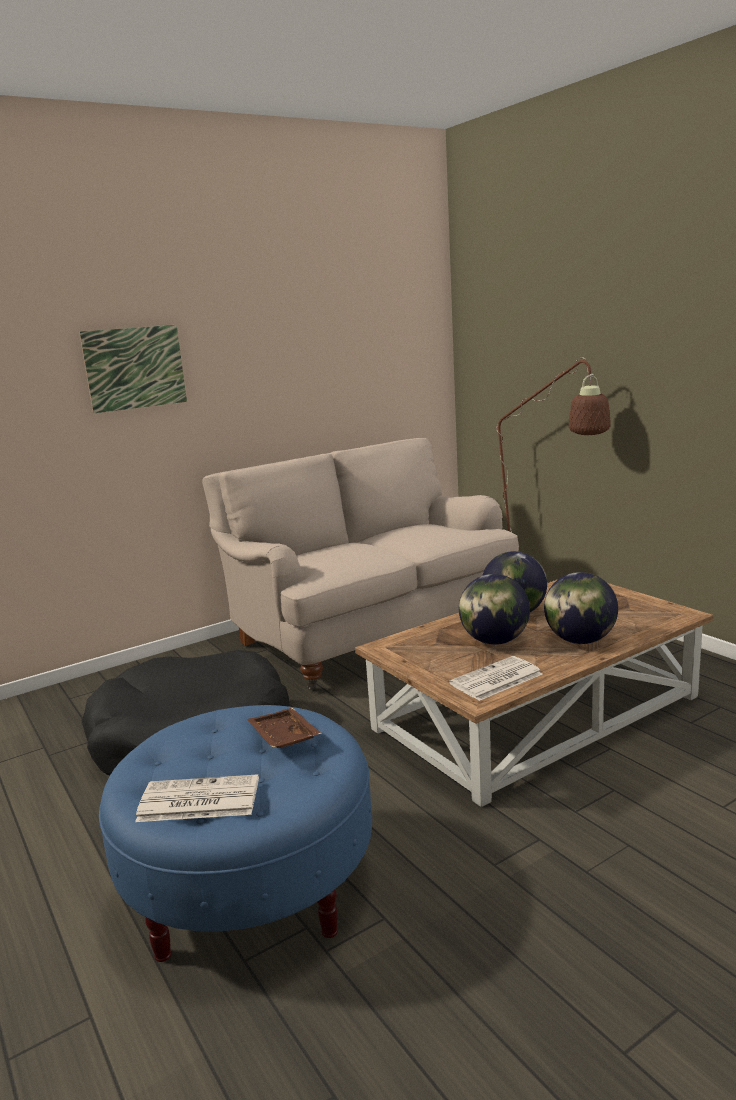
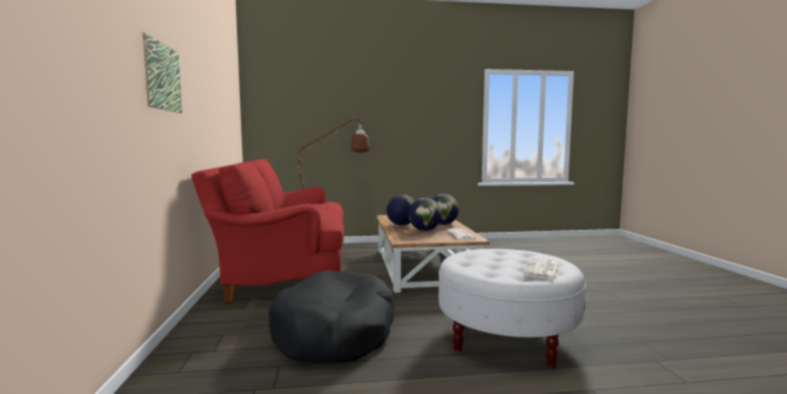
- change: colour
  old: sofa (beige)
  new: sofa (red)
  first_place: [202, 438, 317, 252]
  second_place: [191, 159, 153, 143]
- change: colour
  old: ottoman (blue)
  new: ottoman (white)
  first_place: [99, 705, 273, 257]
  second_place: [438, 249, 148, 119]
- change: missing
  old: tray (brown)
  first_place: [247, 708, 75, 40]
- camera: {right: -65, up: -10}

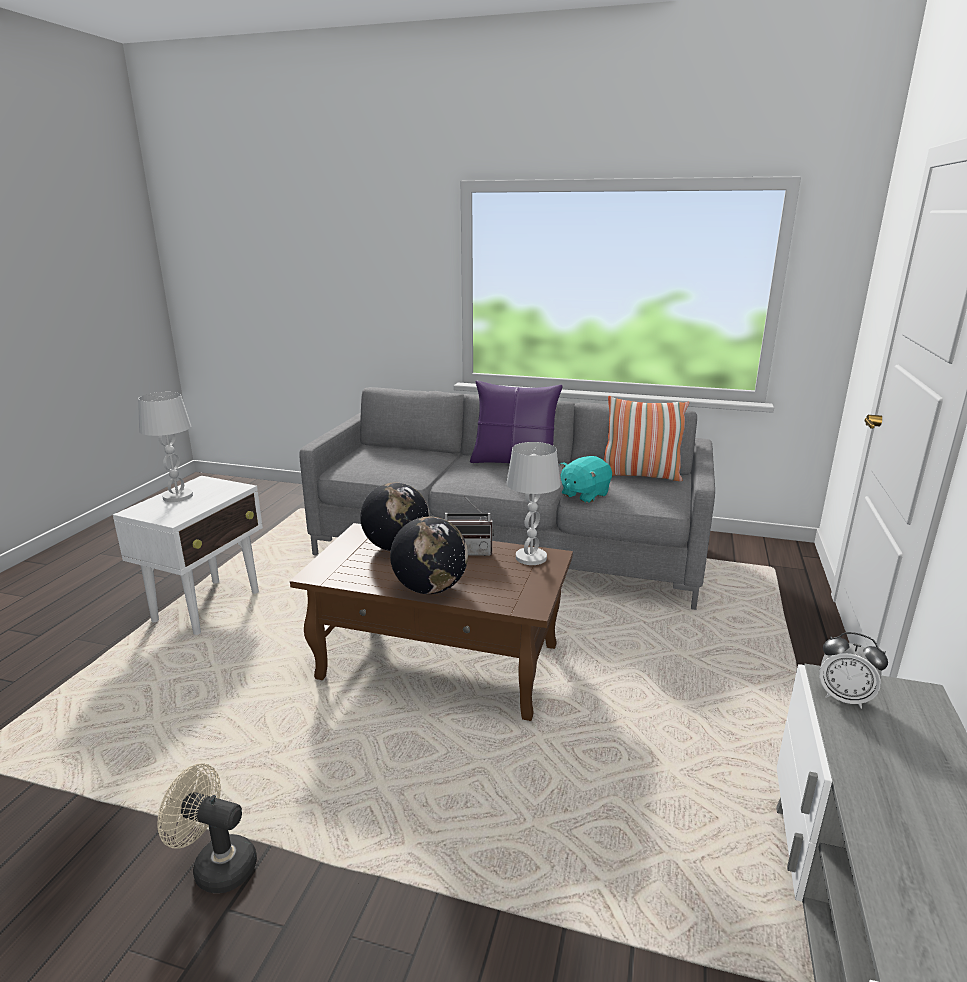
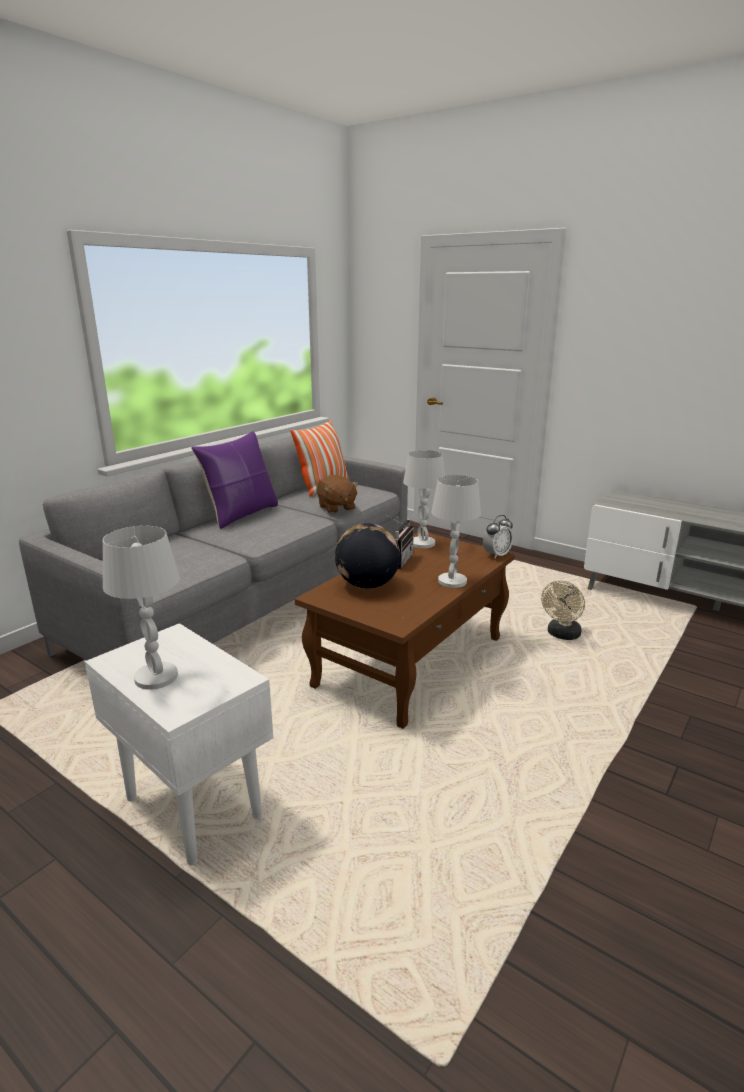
- change: colour
  old: plush toy (turquoise)
  new: plush toy (brown)
  first_place: [560, 456, 52, 47]
  second_place: [317, 475, 41, 38]
- change: exchanged
  old: globe
  new: table lamp (white)
  first_place: [390, 517, 78, 77]
  second_place: [431, 475, 50, 113]
- change: relocated
  old: alarm clock
  first_place: [819, 632, 69, 77]
  second_place: [483, 515, 30, 44]
- change: relocated
  old: fan (beige)
  first_place: [157, 764, 100, 129]
  second_place: [541, 580, 44, 60]
- camera: {right: -70, up: 0}

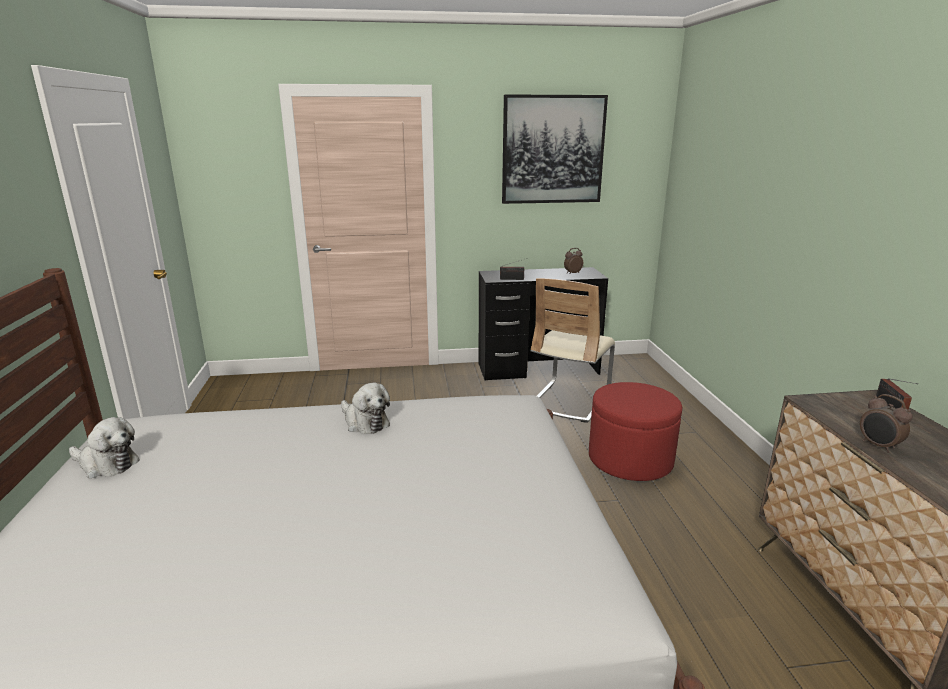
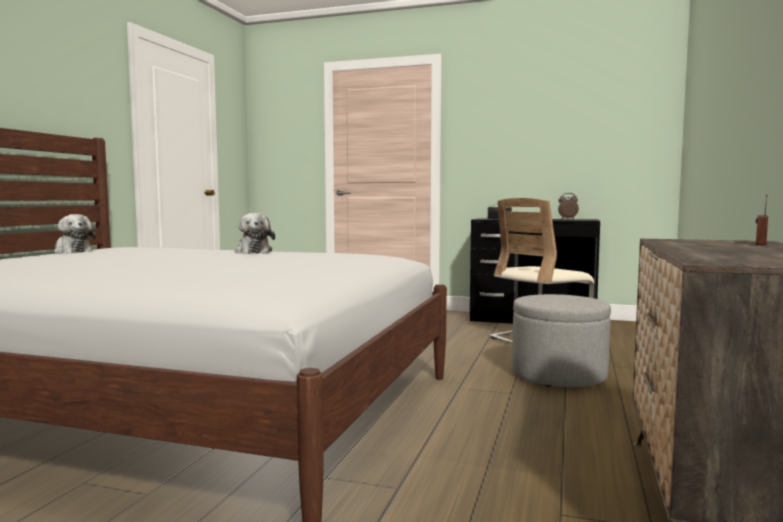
- change: colour
  old: ottoman (red)
  new: ottoman (grey)
  first_place: [589, 382, 93, 99]
  second_place: [512, 294, 99, 93]
- change: missing
  old: picture
  first_place: [502, 95, 106, 109]
- change: missing
  old: alarm clock
  first_place: [860, 394, 53, 59]
- camera: {right: 25, up: -15}

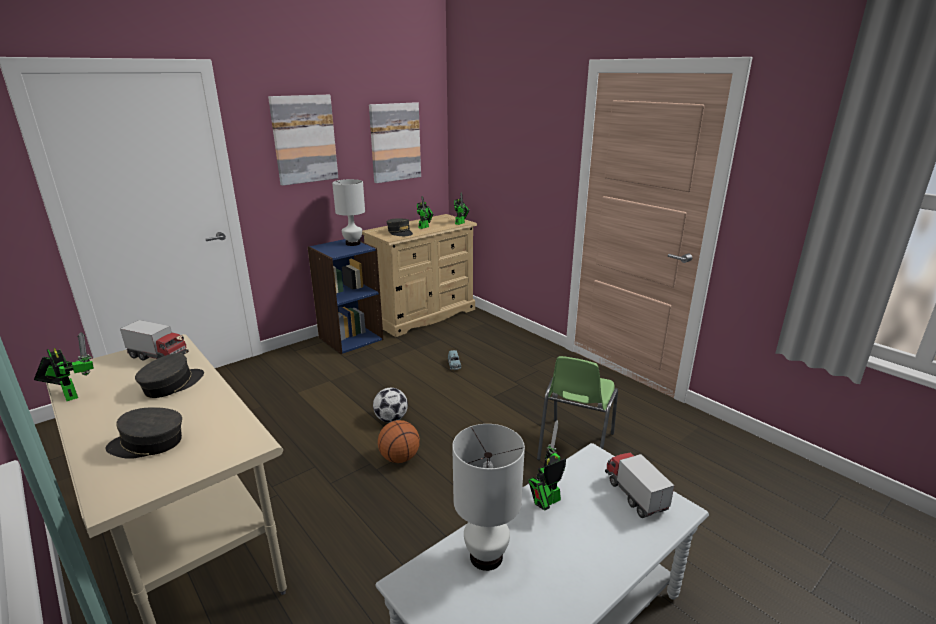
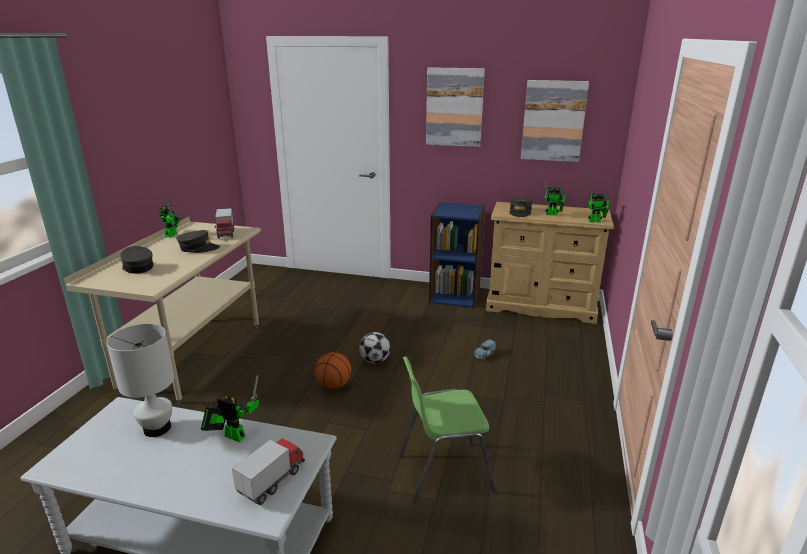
- change: missing
  old: table lamp (white)
  first_place: [332, 179, 33, 67]
- camera: {right: 55, up: 0}

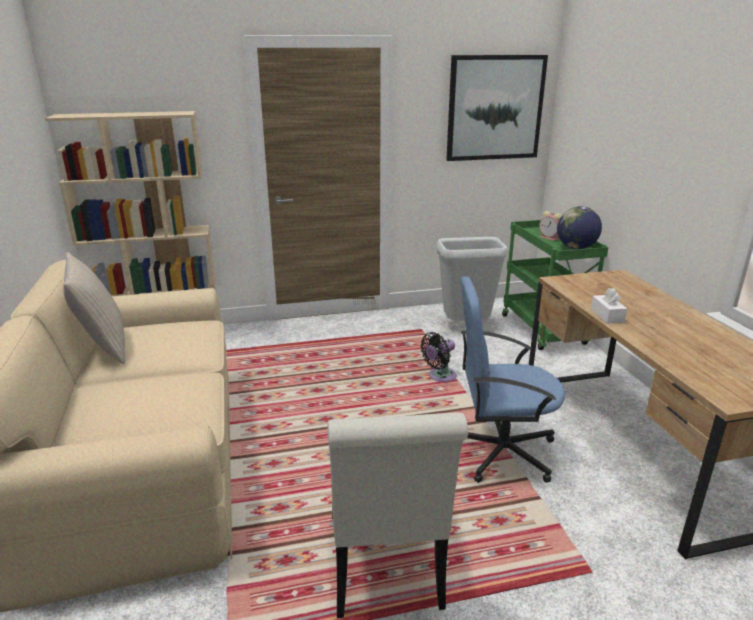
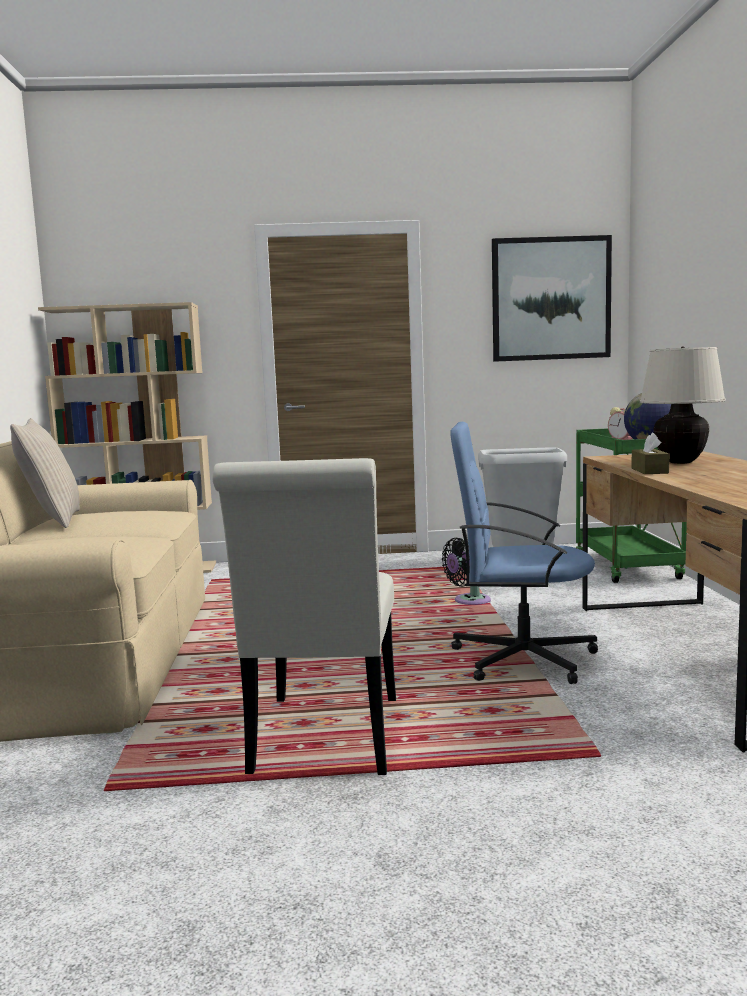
- change: colour
  old: tissue box (white)
  new: tissue box (brown)
  first_place: [591, 288, 36, 36]
  second_place: [631, 433, 38, 41]
- change: appeared
  new: table lamp (beige)
  second_place: [640, 346, 86, 118]
- camera: {right: 10, up: -15}

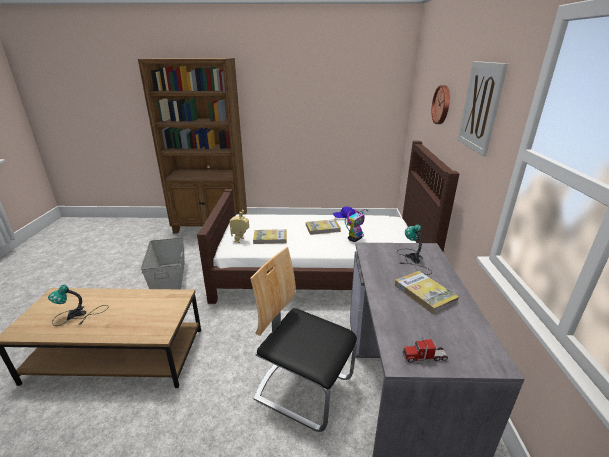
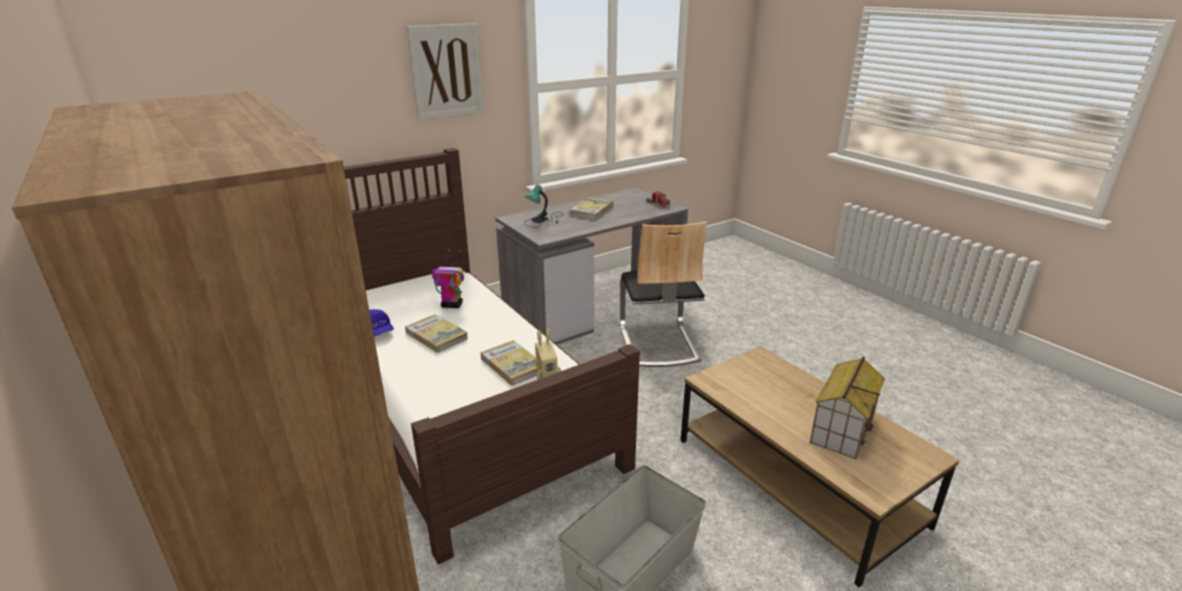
- change: exchanged
  old: table lamp
  new: toy house
  first_place: [48, 285, 61, 41]
  second_place: [810, 357, 75, 102]
- change: missing
  old: wall clock
  first_place: [432, 85, 18, 39]
- camera: {right: -125, up: 0}

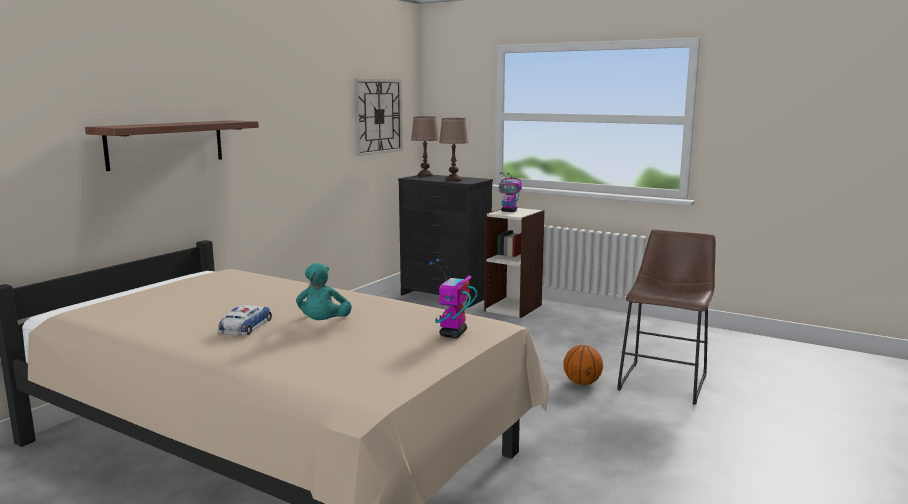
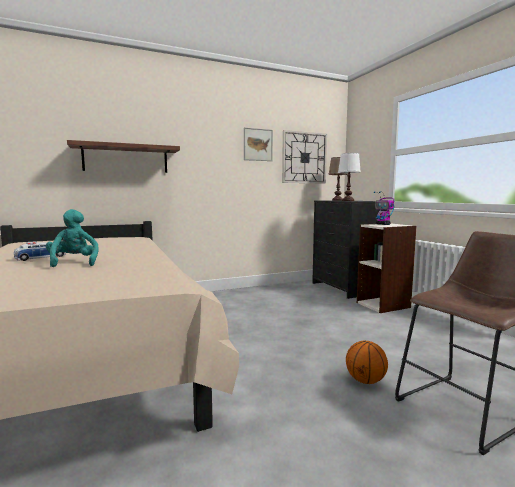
- change: spun
  old: plush toy (turquoise)
  first_place: [296, 263, 56, 57]
  second_place: [46, 209, 53, 58]
  degrees: 120
- change: appeared
  new: picture
  second_place: [244, 128, 29, 33]
- change: colour
  old: table lamp (brown)
  new: table lamp (white)
  first_place: [439, 118, 30, 63]
  second_place: [338, 153, 23, 48]
- change: missing
  old: toy robot
  first_place: [429, 259, 48, 79]
- camera: {right: 35, up: -5}

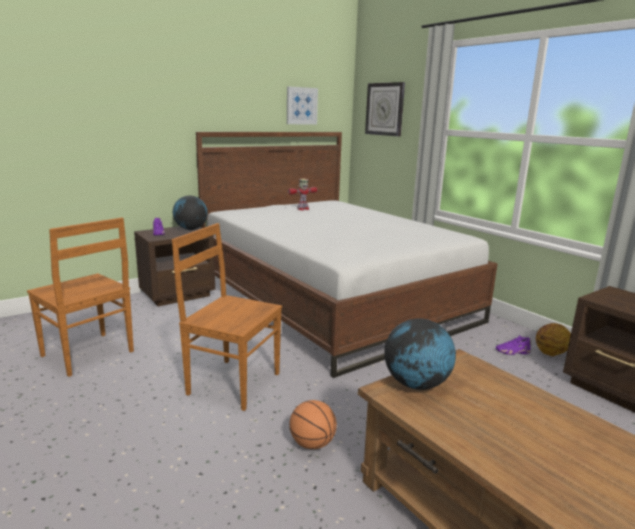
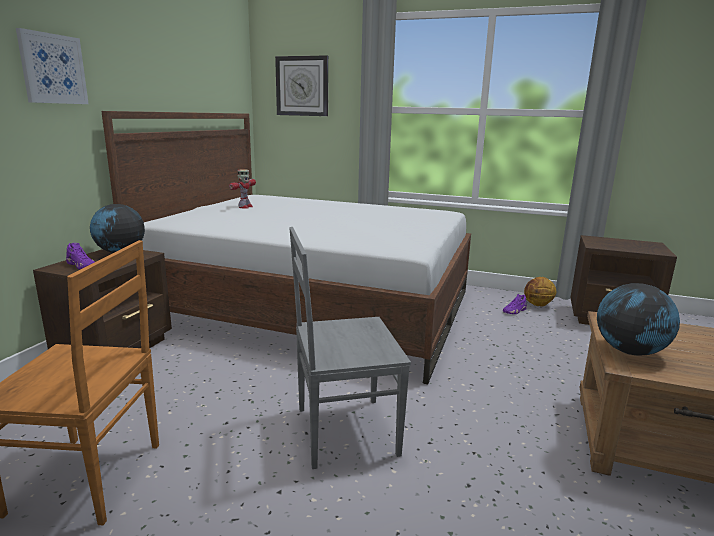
- change: relocated
  old: picture
  first_place: [287, 86, 31, 39]
  second_place: [16, 28, 73, 76]
- change: colour
  old: chair (brown)
  new: chair (grey)
  first_place: [172, 223, 110, 188]
  second_place: [289, 227, 122, 242]
- change: missing
  old: basketball
  first_place: [289, 400, 48, 49]
- camera: {right: -35, up: 0}

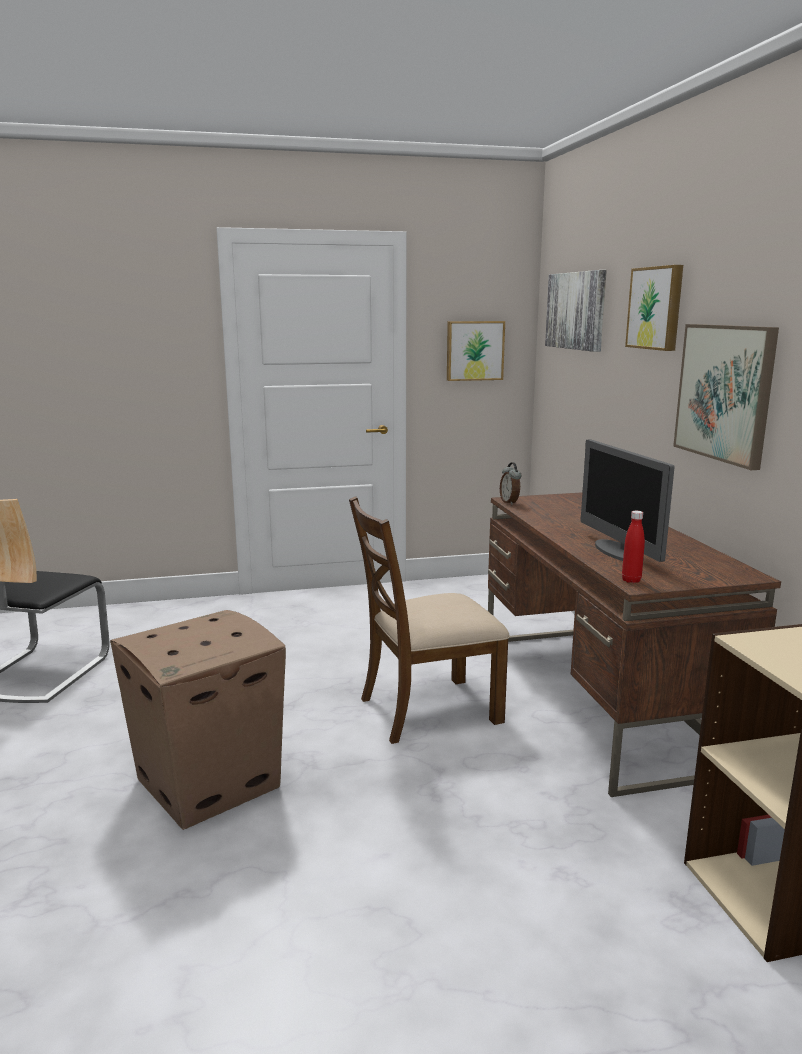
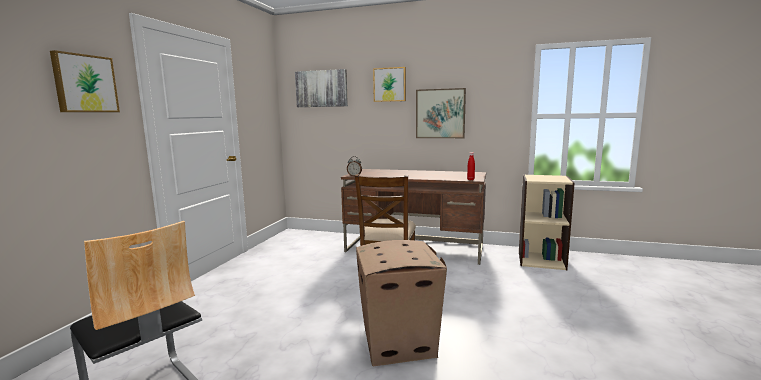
- change: relocated
  old: picture
  first_place: [447, 321, 58, 60]
  second_place: [50, 50, 70, 62]
- change: missing
  old: monitor
  first_place: [580, 439, 94, 123]
- camera: {right: -60, up: -5}

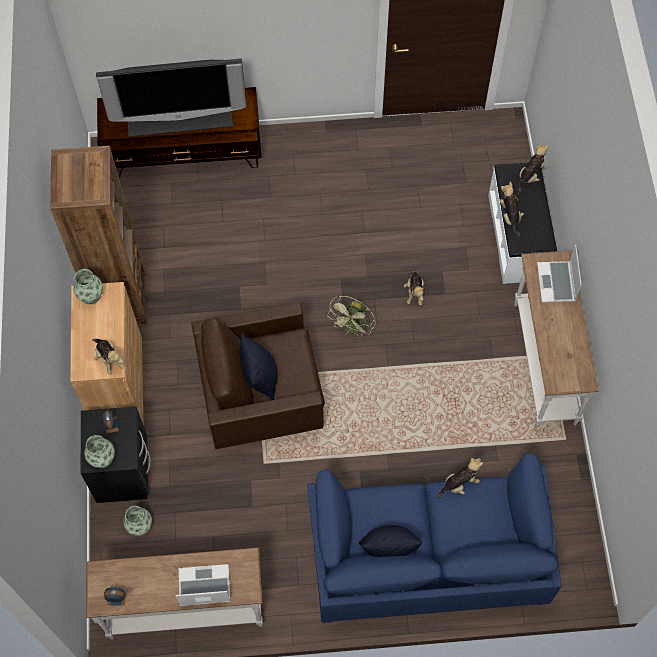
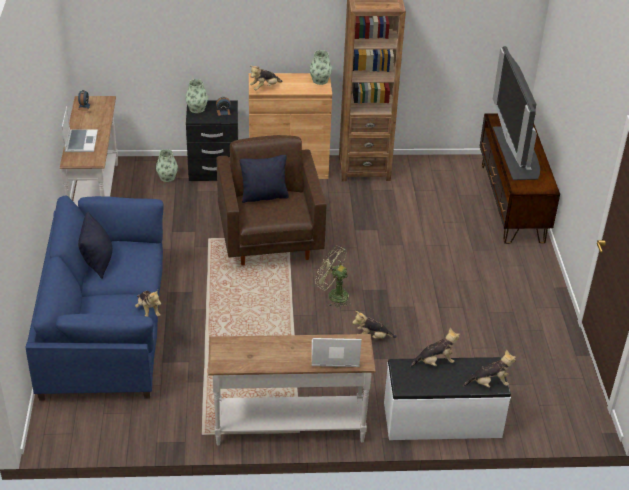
- change: spun
  old: plush toy
  first_place: [518, 144, 30, 49]
  second_place: [463, 350, 53, 38]
  degrees: -45
- camera: {right: 90, up: -25}

